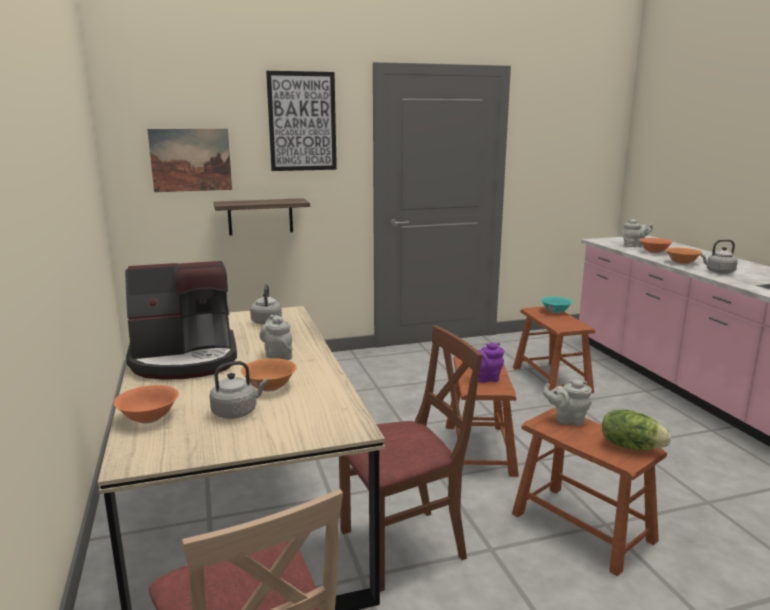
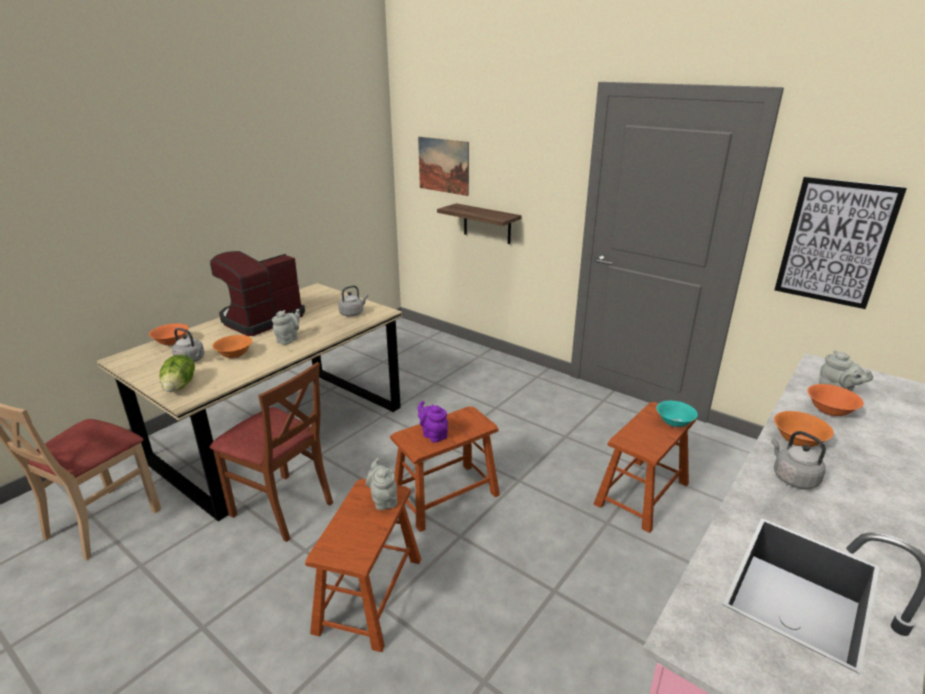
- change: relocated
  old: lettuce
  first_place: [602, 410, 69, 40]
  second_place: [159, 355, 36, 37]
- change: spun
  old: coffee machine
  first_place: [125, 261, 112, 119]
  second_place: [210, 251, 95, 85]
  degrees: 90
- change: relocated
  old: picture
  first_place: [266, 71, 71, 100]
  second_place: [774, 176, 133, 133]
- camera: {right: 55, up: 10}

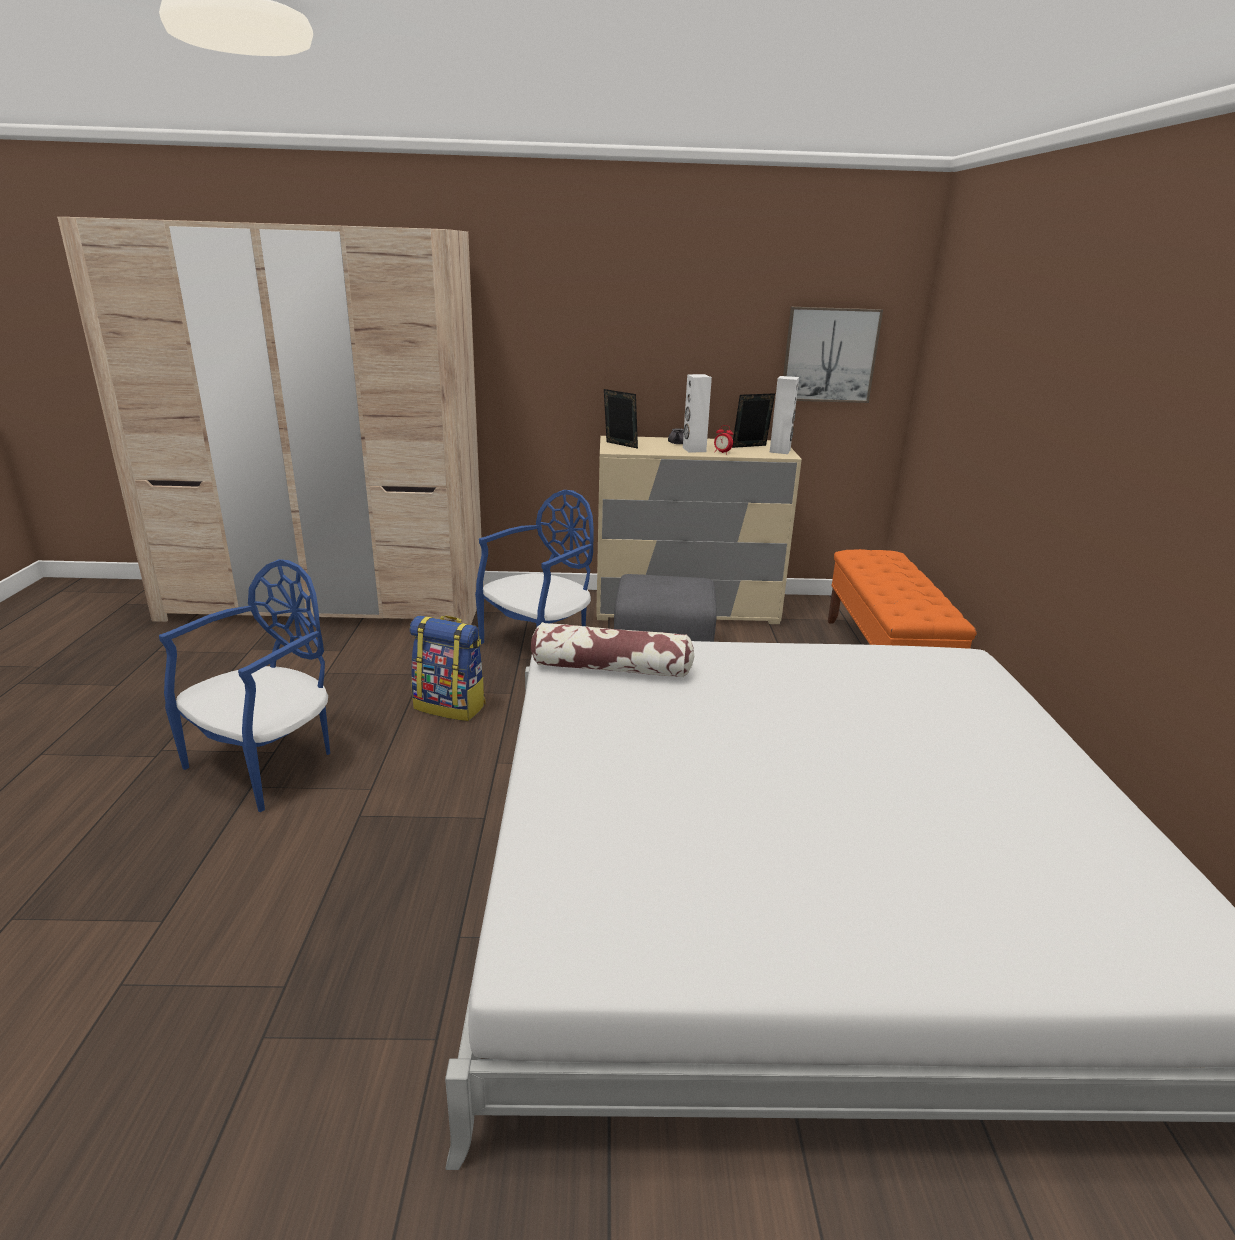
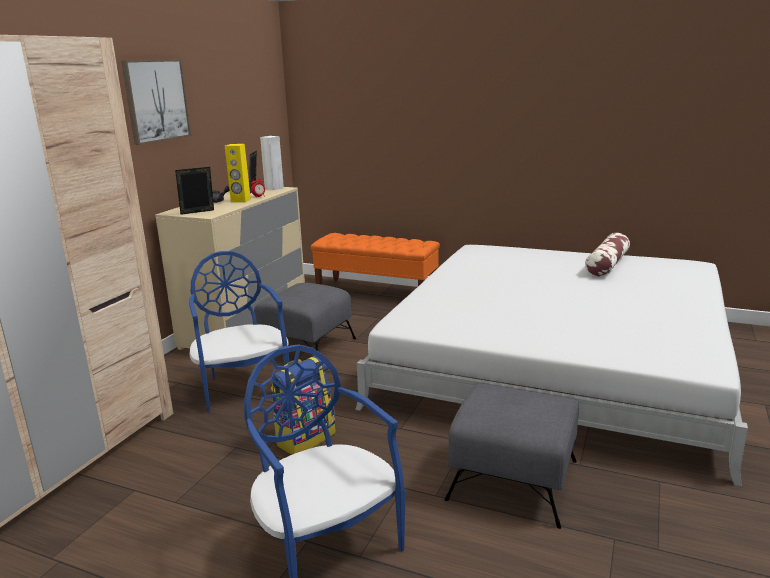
- change: relocated
  old: picture
  first_place: [783, 307, 100, 96]
  second_place: [121, 60, 70, 85]
- change: colour
  old: speaker (white)
  new: speaker (yellow)
  first_place: [683, 374, 29, 79]
  second_place: [225, 144, 26, 58]
- change: appeared
  new: ottoman (grey)
  second_place: [444, 383, 135, 146]
- change: relocated
  old: pillow
  first_place: [531, 622, 163, 56]
  second_place: [585, 233, 45, 44]
- camera: {right: -65, up: -5}

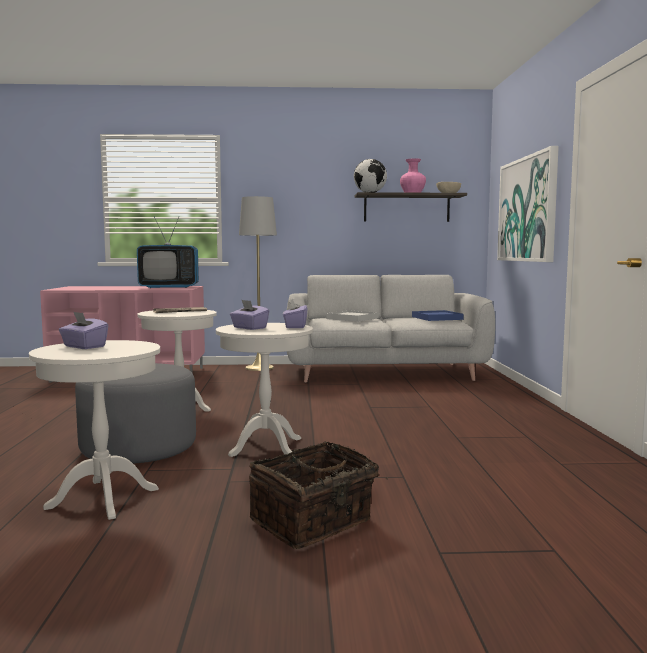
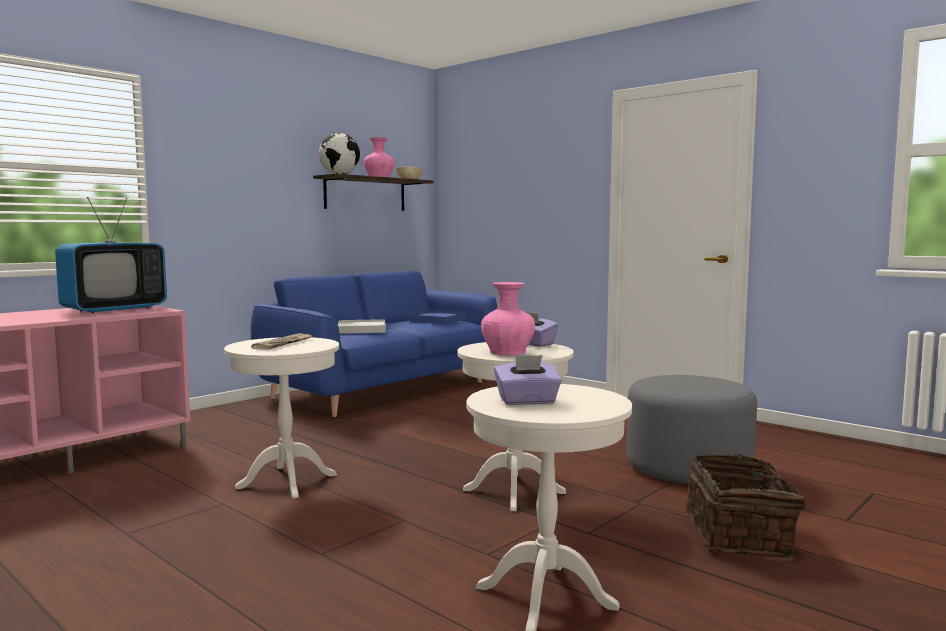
- change: colour
  old: sofa (grey)
  new: sofa (blue)
  first_place: [287, 275, 208, 108]
  second_place: [251, 271, 247, 146]
- change: exchanged
  old: tissue box (purple)
  new: vase (pink)
  first_place: [230, 300, 39, 30]
  second_place: [481, 282, 54, 73]
- change: relocated
  old: ottoman (grey)
  first_place: [75, 363, 121, 101]
  second_place: [627, 375, 130, 109]
- change: missing
  old: floor lamp (grey)
  first_place: [239, 196, 38, 175]
- change: missing
  old: picture
  first_place: [497, 146, 62, 116]
- camera: {right: -45, up: 0}

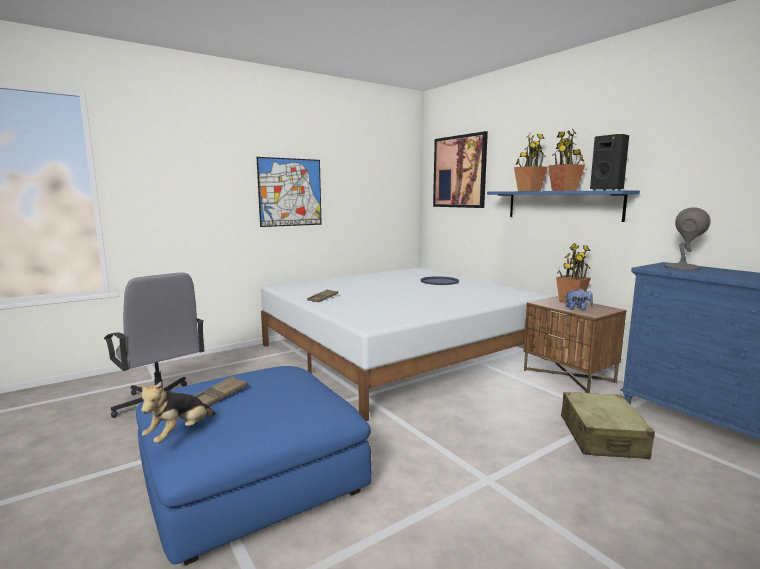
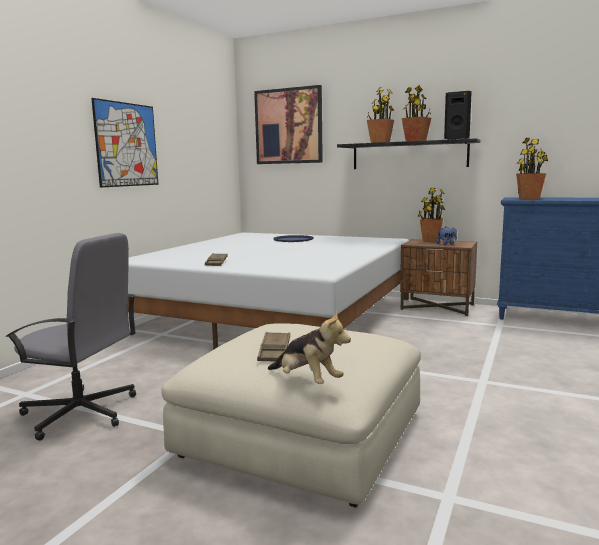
- change: colour
  old: ottoman (blue)
  new: ottoman (beige)
  first_place: [136, 366, 236, 199]
  second_place: [161, 323, 260, 185]
- change: spun
  old: plush toy
  first_place: [137, 382, 78, 62]
  second_place: [268, 311, 83, 73]
  degrees: -45
- change: colour
  old: shelf (blue)
  new: shelf (black)
  first_place: [487, 190, 153, 32]
  second_place: [337, 138, 143, 31]
- change: exchanged
  old: table lamp (grey)
  new: potted plant
  first_place: [664, 207, 47, 64]
  second_place: [516, 138, 32, 61]
- change: missing
  old: suitcase (beige)
  first_place: [561, 392, 94, 67]
- camera: {right: -30, up: 0}

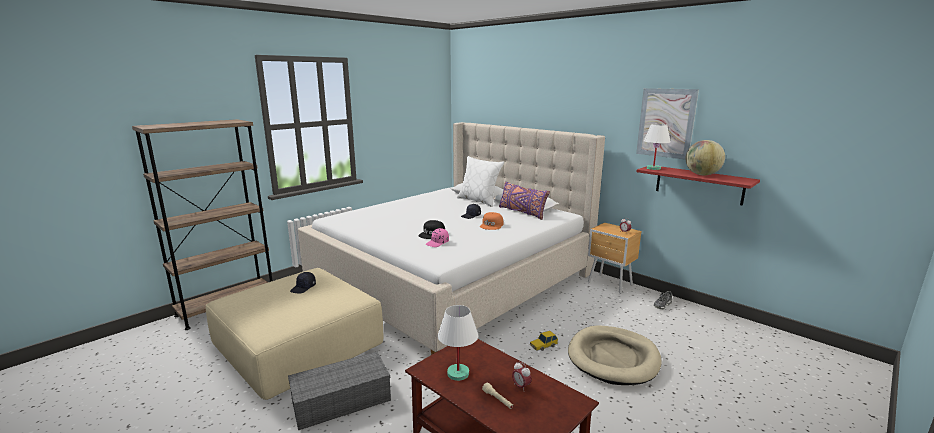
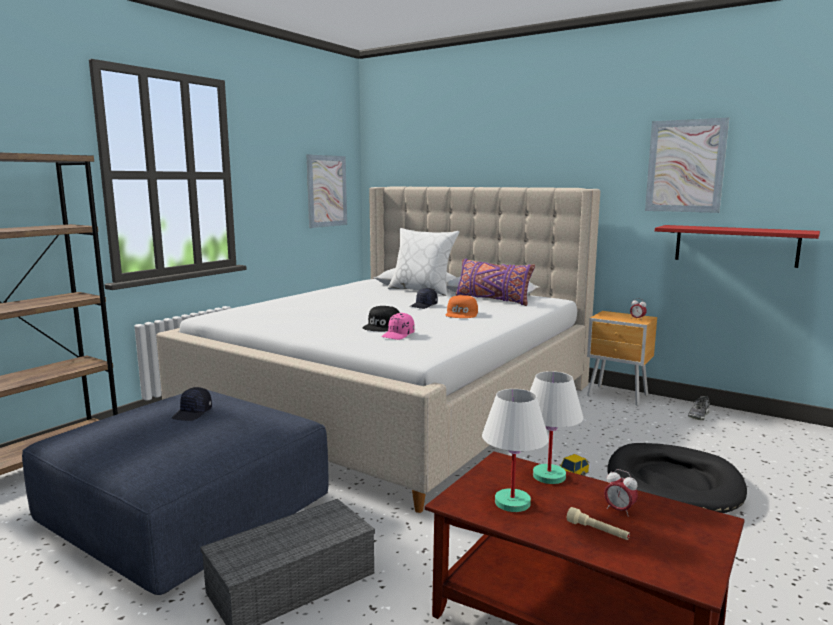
- change: colour
  old: ottoman (beige)
  new: ottoman (blue)
  first_place: [206, 268, 177, 132]
  second_place: [22, 390, 306, 205]
- change: appeared
  new: picture
  second_place: [307, 154, 40, 74]
- change: relocated
  old: table lamp (white)
  first_place: [644, 124, 27, 46]
  second_place: [530, 371, 53, 113]
- change: colour
  old: dog bed (beige)
  new: dog bed (black)
  first_place: [568, 325, 94, 60]
  second_place: [608, 443, 139, 70]
- change: missing
  old: globe
  first_place: [686, 140, 39, 35]
- camera: {right: -10, up: -5}

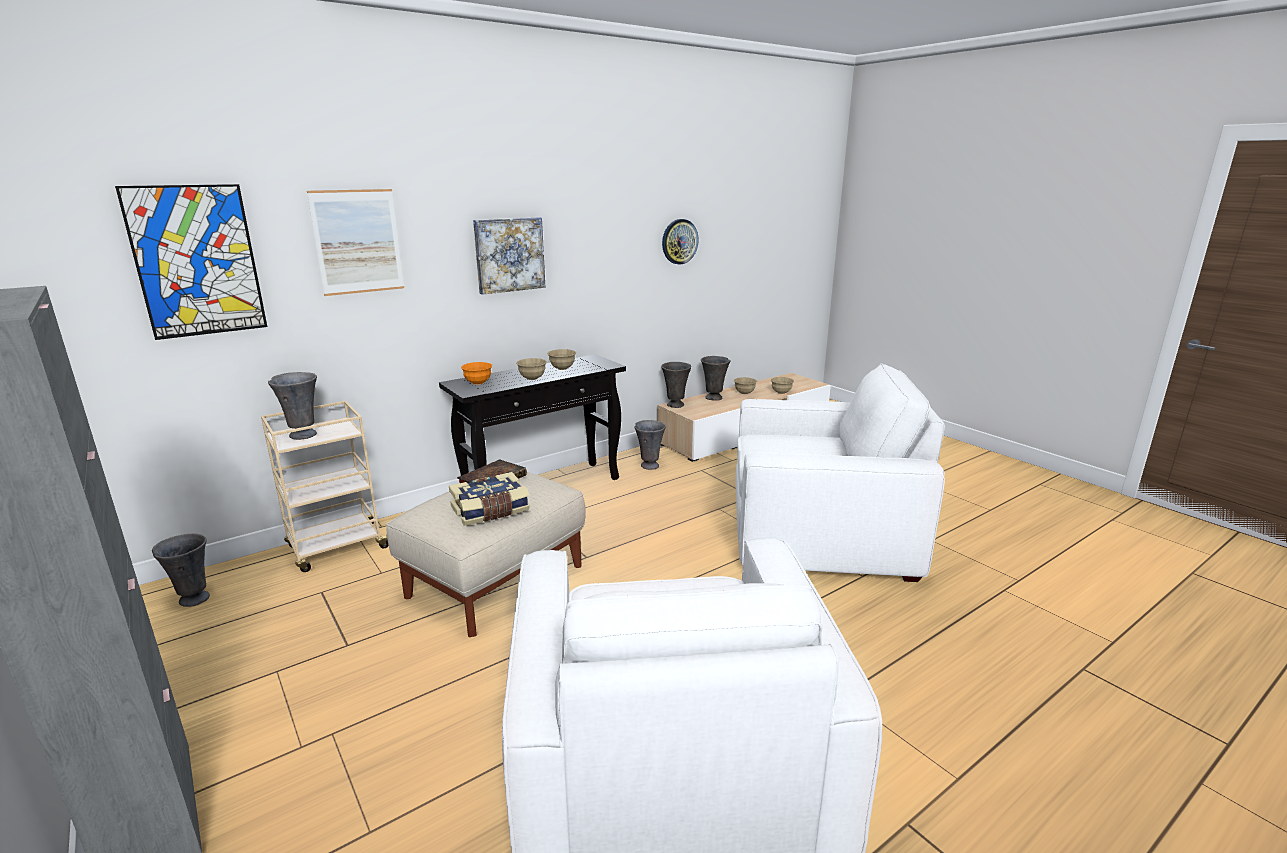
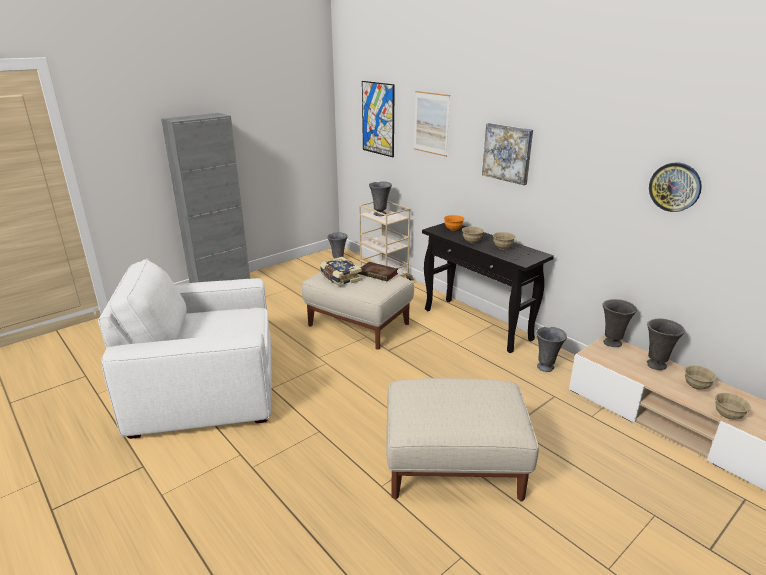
- change: exchanged
  old: armchair (white)
  new: ottoman (beige)
  first_place: [735, 363, 210, 219]
  second_place: [386, 378, 153, 123]
- camera: {right: 85, up: 5}

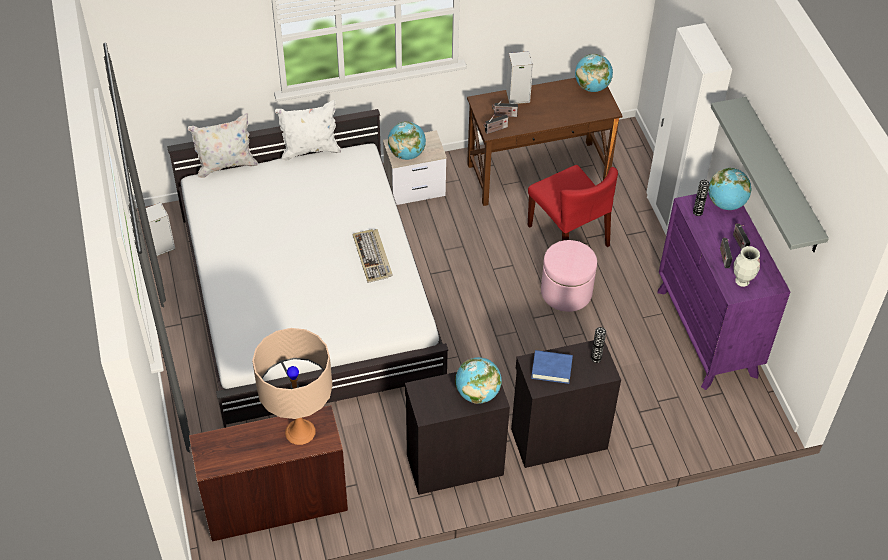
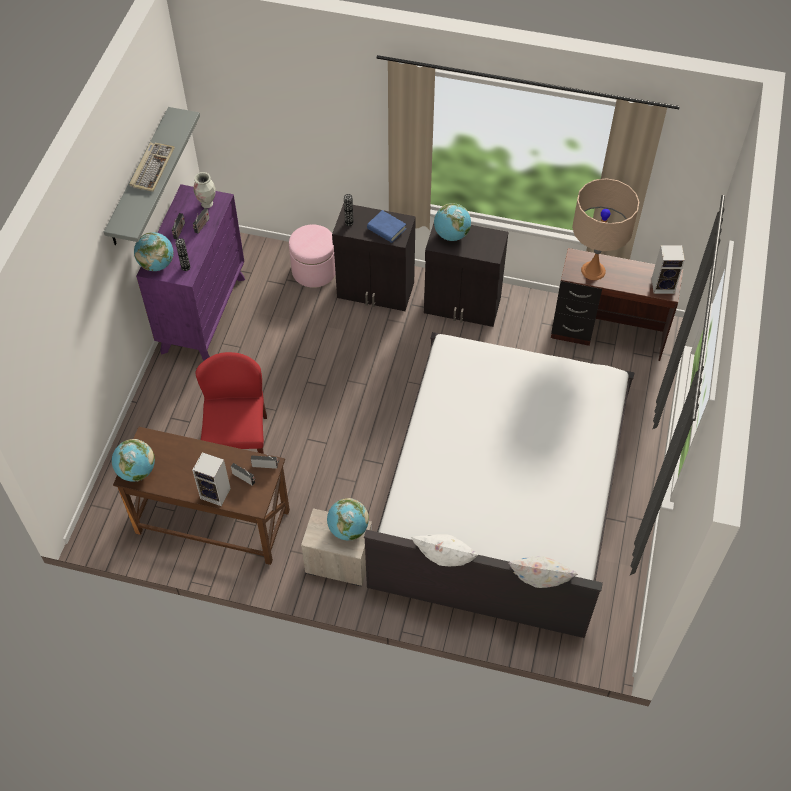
- change: relocated
  old: keyboard
  first_place: [352, 229, 41, 54]
  second_place: [129, 142, 46, 50]
- change: relocated
  old: ottoman (pink)
  first_place: [541, 240, 56, 72]
  second_place: [289, 225, 47, 63]
- change: relocated
  old: speaker
  first_place: [146, 202, 29, 54]
  second_place: [652, 245, 33, 49]
- change: missing
  old: wardrobe (white)
  first_place: [646, 23, 86, 212]
- camera: {right: -150, up: 5}

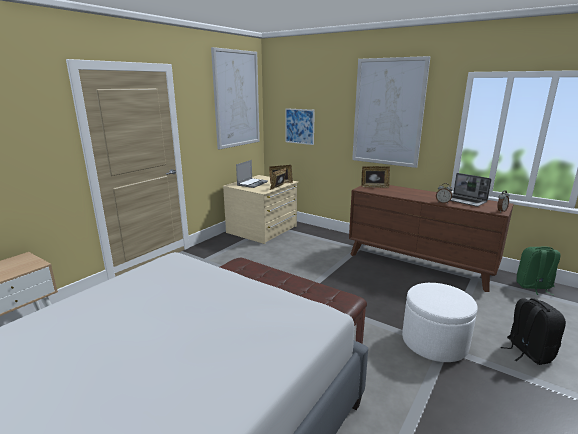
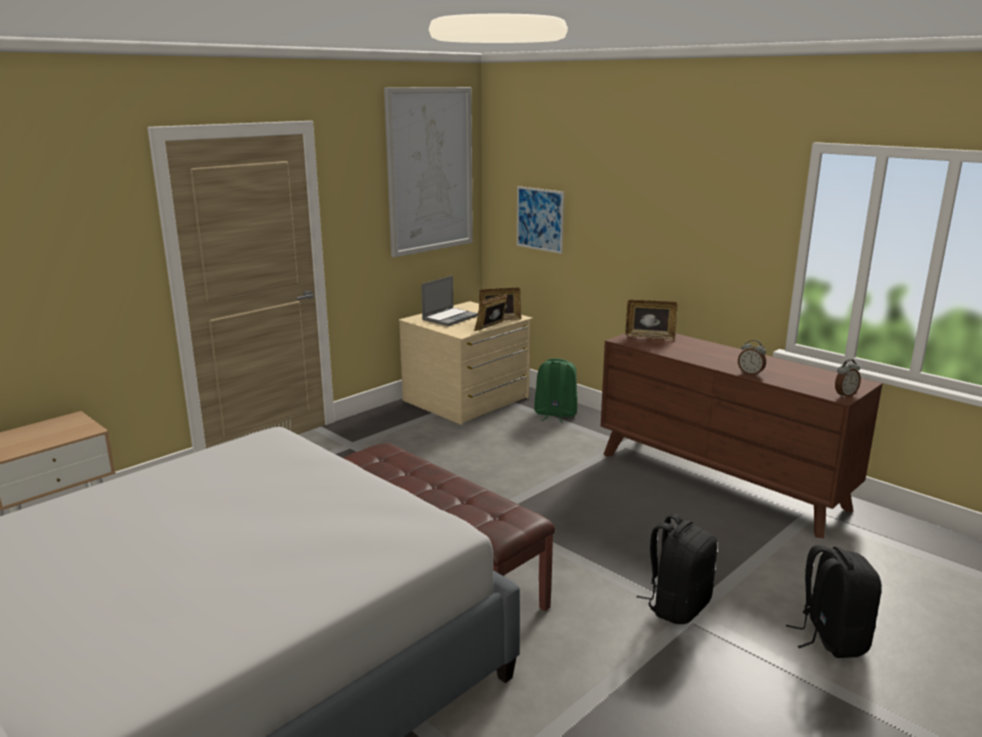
- change: relocated
  old: backpack (green)
  first_place: [517, 246, 43, 49]
  second_place: [534, 358, 44, 65]
- change: exchanged
  old: ottoman (white)
  new: backpack (black)
  first_place: [402, 283, 76, 79]
  second_place: [637, 513, 81, 111]
- change: missing
  old: picture
  first_place: [352, 56, 78, 112]
- change: missing
  old: laptop
  first_place: [450, 173, 42, 34]
- camera: {right: 10, up: 0}

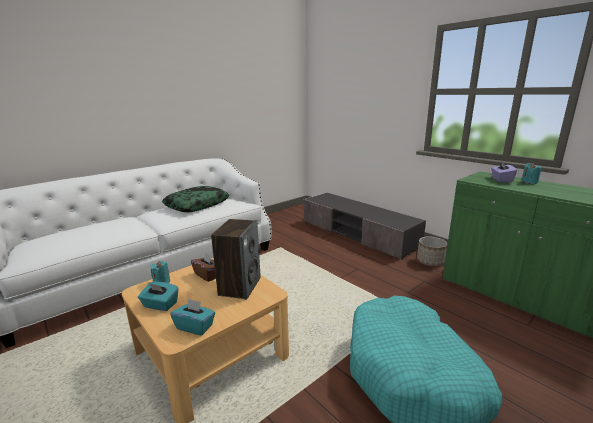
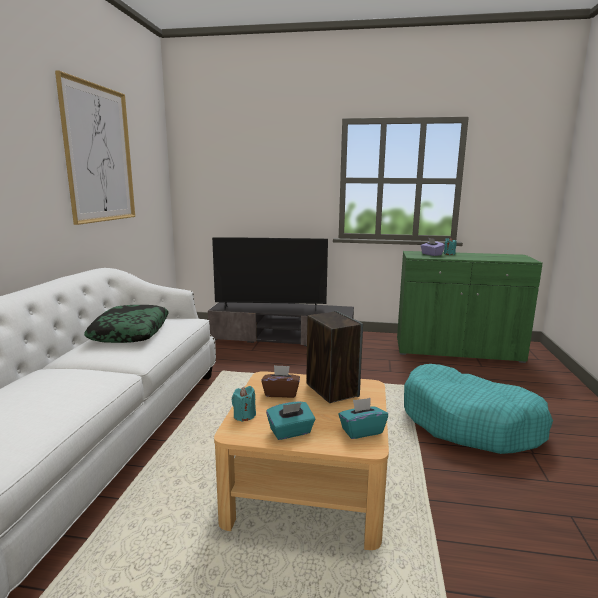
- change: appeared
  new: picture
  second_place: [55, 71, 80, 154]
- change: appeared
  new: television
  second_place: [212, 237, 116, 74]
- change: missing
  old: planter
  first_place: [417, 237, 30, 29]
- camera: {right: -40, up: -5}

